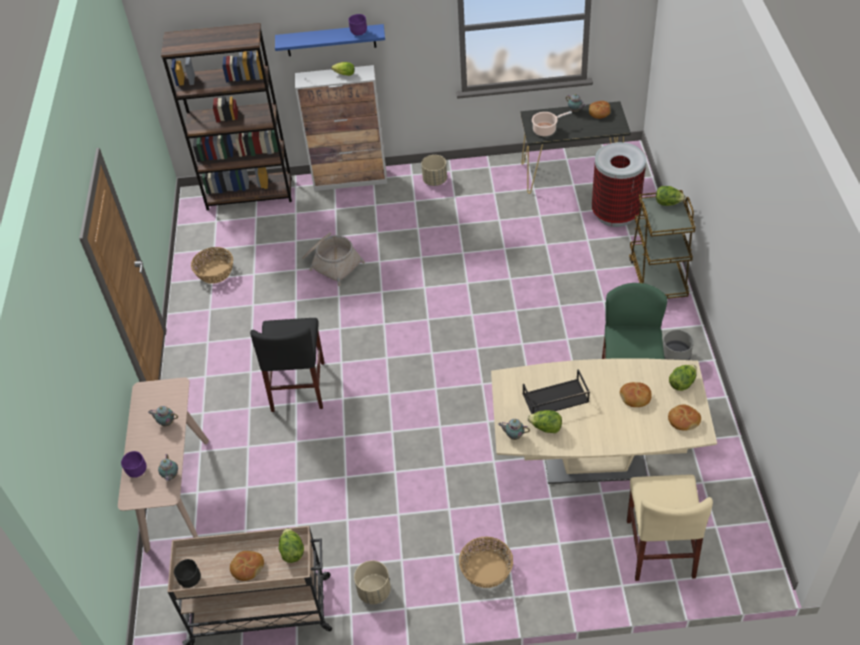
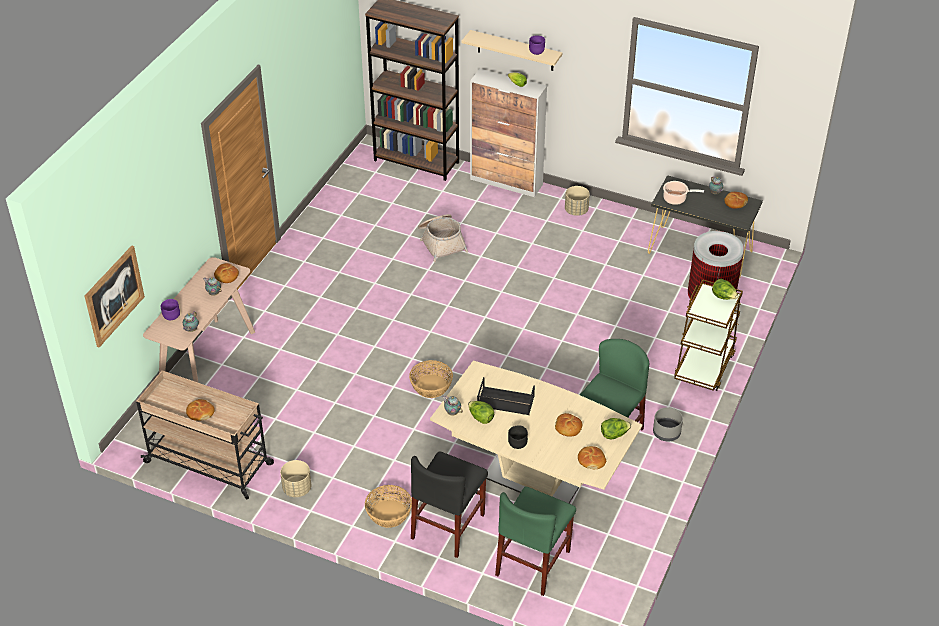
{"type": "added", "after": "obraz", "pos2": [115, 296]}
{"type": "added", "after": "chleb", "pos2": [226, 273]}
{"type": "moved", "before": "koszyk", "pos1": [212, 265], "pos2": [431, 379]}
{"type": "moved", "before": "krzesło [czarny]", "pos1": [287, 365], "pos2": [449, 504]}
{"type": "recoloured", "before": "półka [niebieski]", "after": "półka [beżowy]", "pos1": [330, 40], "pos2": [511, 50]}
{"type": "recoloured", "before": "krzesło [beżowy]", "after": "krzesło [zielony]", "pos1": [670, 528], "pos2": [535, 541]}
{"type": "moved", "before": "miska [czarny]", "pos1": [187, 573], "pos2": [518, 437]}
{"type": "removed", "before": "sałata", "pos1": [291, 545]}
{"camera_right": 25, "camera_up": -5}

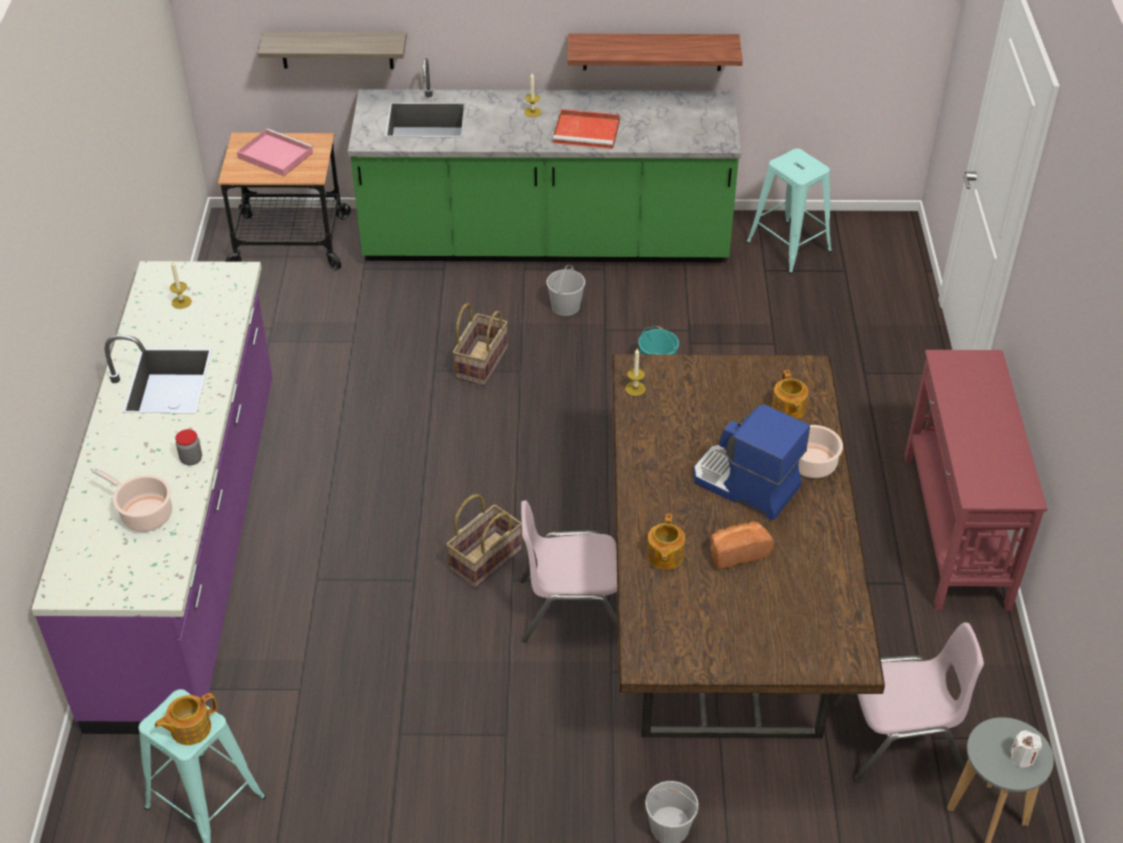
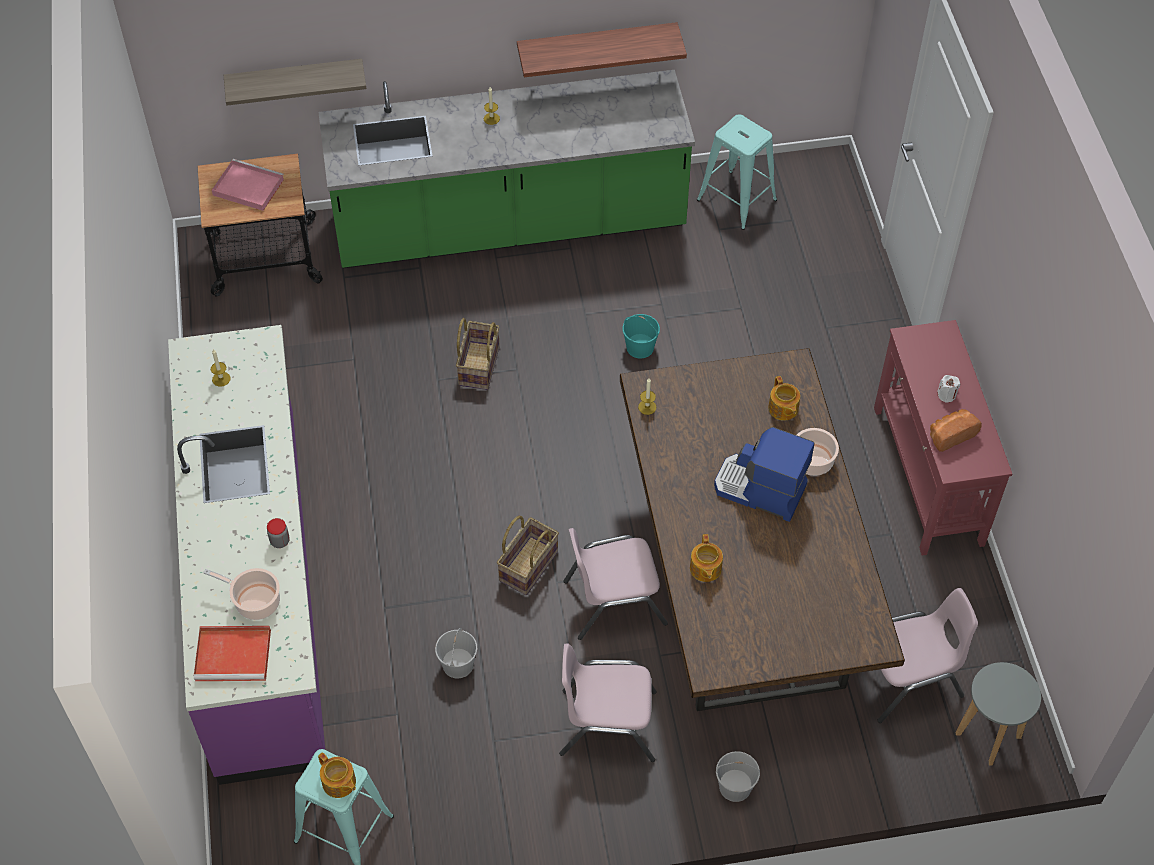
{"type": "moved", "before": "taca [czerwony]", "pos1": [586, 129], "pos2": [232, 653]}
{"type": "turned", "before": "imbryk", "pos1": [186, 719], "pos2": [337, 775], "turn": -90}
{"type": "moved", "before": "wiadro [biały]", "pos1": [565, 290], "pos2": [456, 653]}
{"type": "added", "after": "krzesło [różowy]", "pos2": [608, 703]}
{"type": "moved", "before": "chleb", "pos1": [742, 545], "pos2": [956, 430]}
{"type": "moved", "before": "świeca [biały]", "pos1": [1026, 749], "pos2": [948, 389]}
{"camera_right": -10, "camera_up": 10}

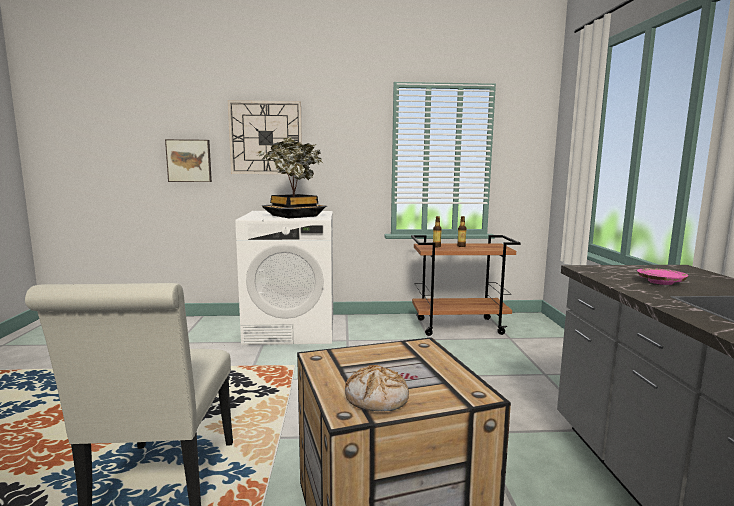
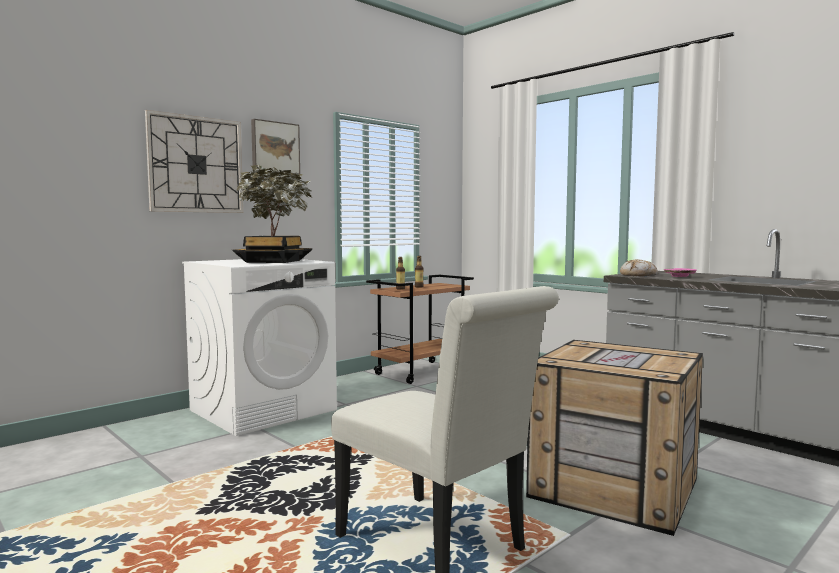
{"type": "moved", "before": "obraz", "pos1": [188, 160], "pos2": [275, 146]}
{"type": "moved", "before": "chleb", "pos1": [377, 388], "pos2": [639, 268]}
{"camera_right": -40, "camera_up": -5}

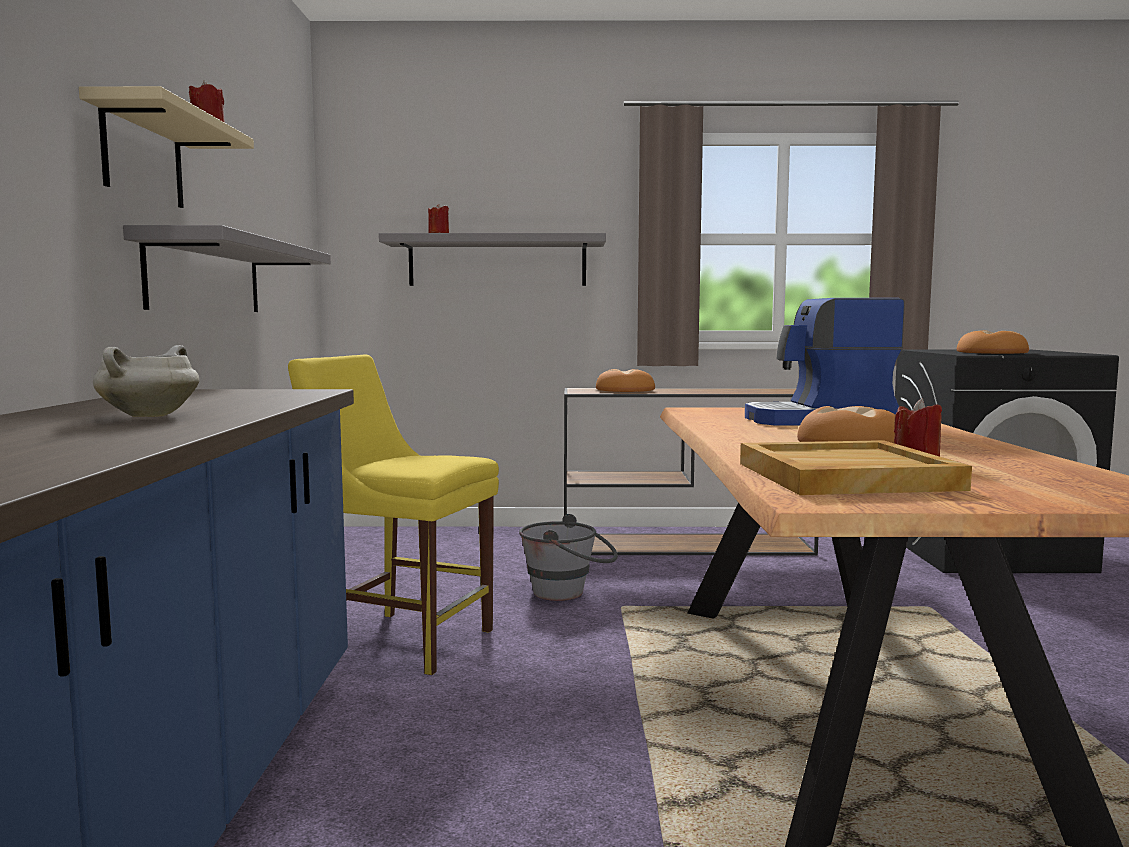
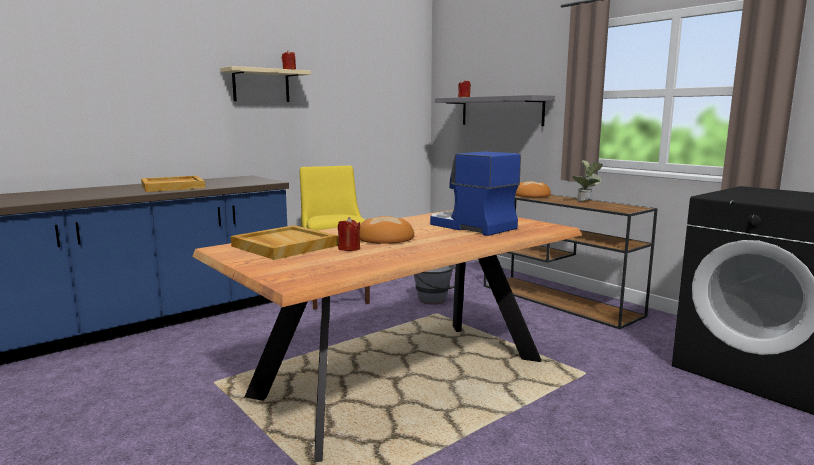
{"type": "replaced", "before": "garnek [biały]", "after": "taca [beżowy]", "pos1": [146, 381], "pos2": [173, 184]}
{"type": "added", "after": "roślina doniczkowa", "pos2": [587, 180]}
{"type": "removed", "before": "półka [szary]", "pos1": [227, 268]}
{"type": "removed", "before": "chleb", "pos1": [993, 342]}
{"camera_right": 50, "camera_up": 5}

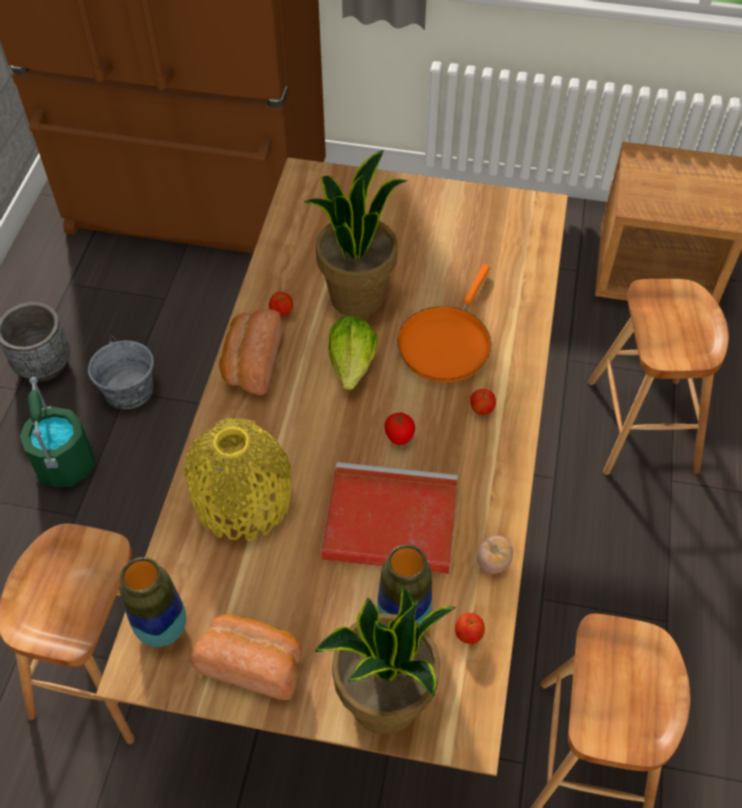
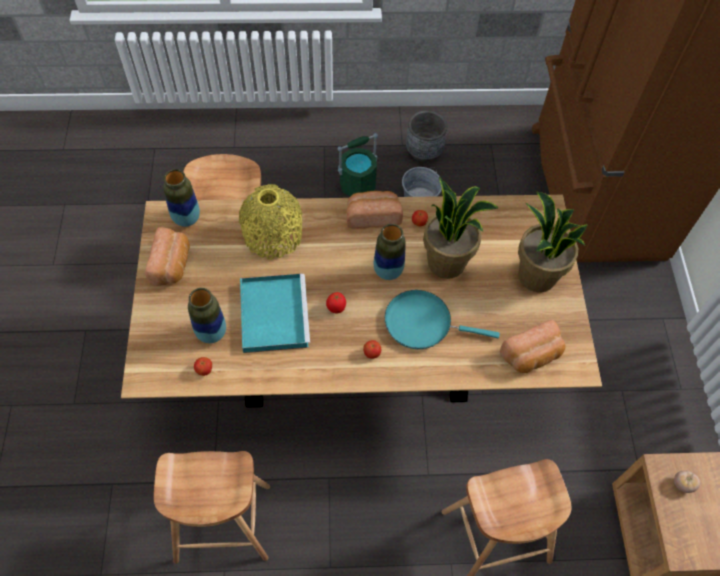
{"type": "recoloured", "before": "taca [czerwony]", "after": "taca [turkusowy]", "pos1": [389, 518], "pos2": [275, 313]}
{"type": "replaced", "before": "sałata", "after": "wazon", "pos1": [353, 353], "pos2": [390, 252]}
{"type": "recoloured", "before": "patelnia [pomarańczowy]", "after": "patelnia [turkusowy]", "pos1": [444, 323], "pos2": [442, 319]}
{"type": "added", "after": "chleb", "pos2": [532, 346]}
{"type": "moved", "before": "roślina doniczkowa", "pos1": [385, 660], "pos2": [553, 242]}
{"type": "moved", "before": "pomidor", "pos1": [495, 554], "pos2": [687, 481]}
{"camera_right": 75, "camera_up": 5}

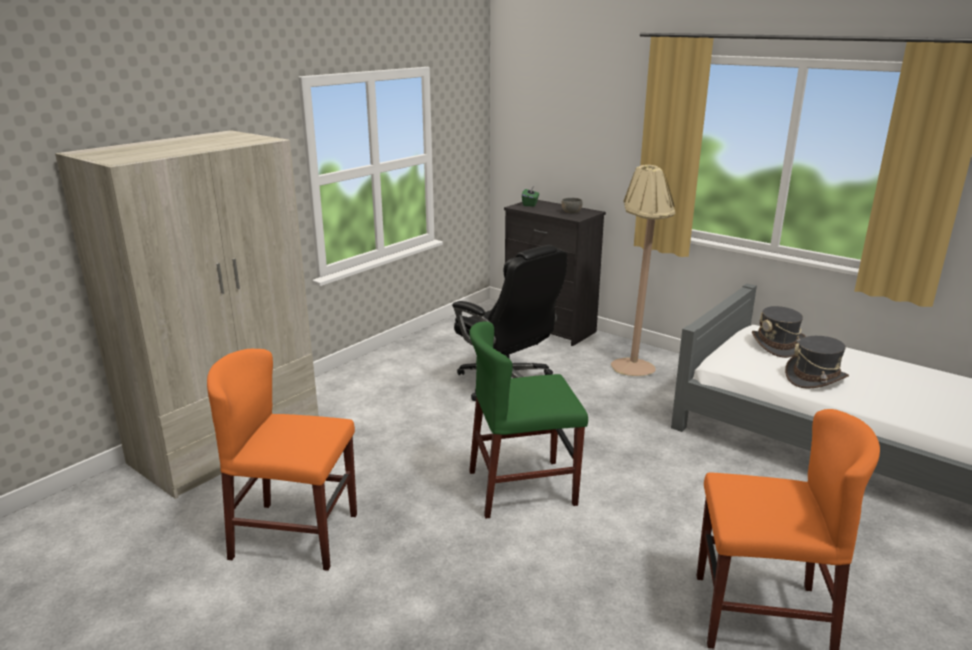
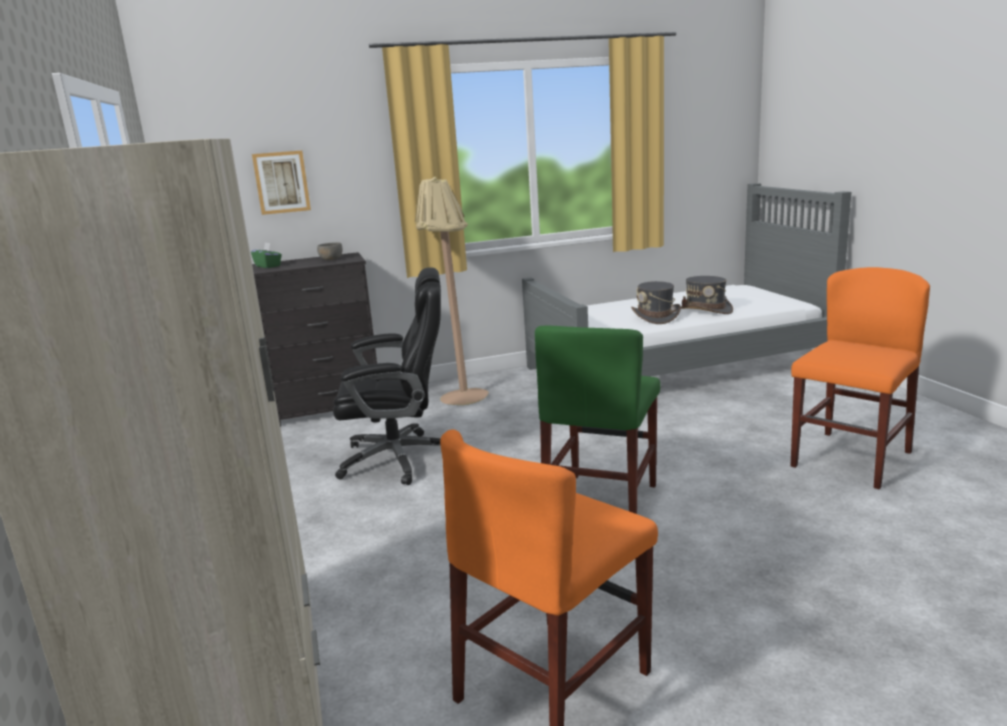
{"type": "added", "after": "obraz", "pos2": [281, 182]}
{"type": "moved", "before": "kapelusz [szary]", "pos1": [779, 332], "pos2": [707, 295]}
{"camera_right": -55, "camera_up": -5}

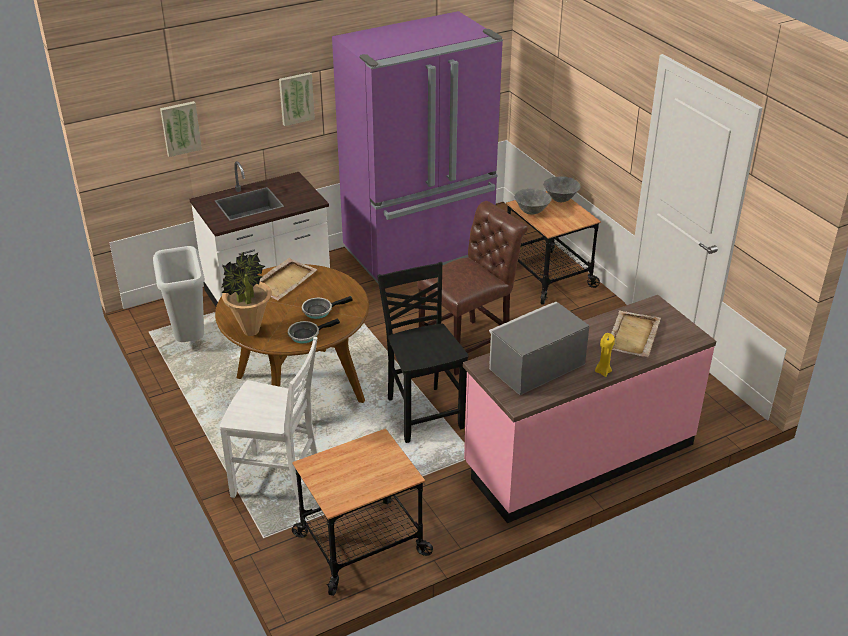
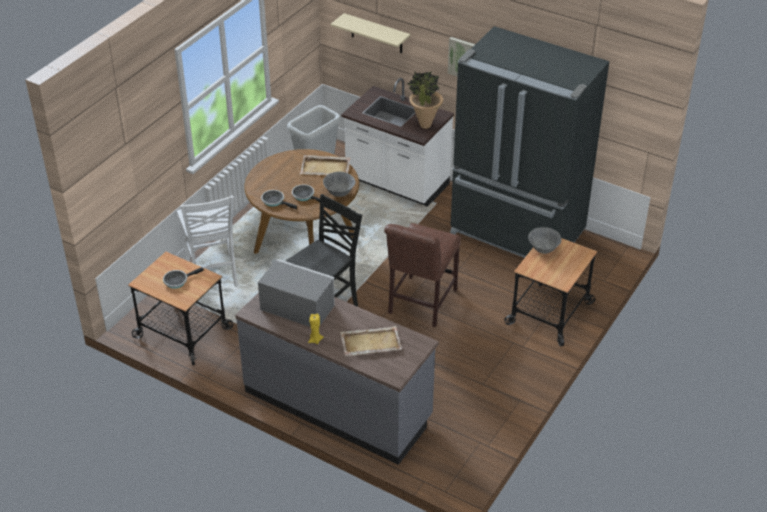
{"type": "added", "after": "patelnia", "pos2": [183, 278]}
{"type": "recoloured", "before": "zabudowa kuchenna [różowy]", "after": "zabudowa kuchenna [szary]", "pos1": [589, 409], "pos2": [337, 378]}
{"type": "moved", "before": "miska [szary]", "pos1": [562, 189], "pos2": [339, 184]}
{"type": "replaced", "before": "obraz", "after": "półka [beżowy]", "pos1": [181, 129], "pos2": [370, 33]}
{"type": "turned", "before": "krzesło [brązowy]", "pos1": [472, 288], "pos2": [422, 275], "turn": 90}
{"type": "moved", "before": "roślina doniczkowa", "pos1": [246, 293], "pos2": [425, 100]}
{"type": "recoloured", "before": "lodówka [fioletowy]", "after": "lodówka [czarny]", "pos1": [417, 147], "pos2": [529, 142]}
{"camera_right": 60, "camera_up": 5}

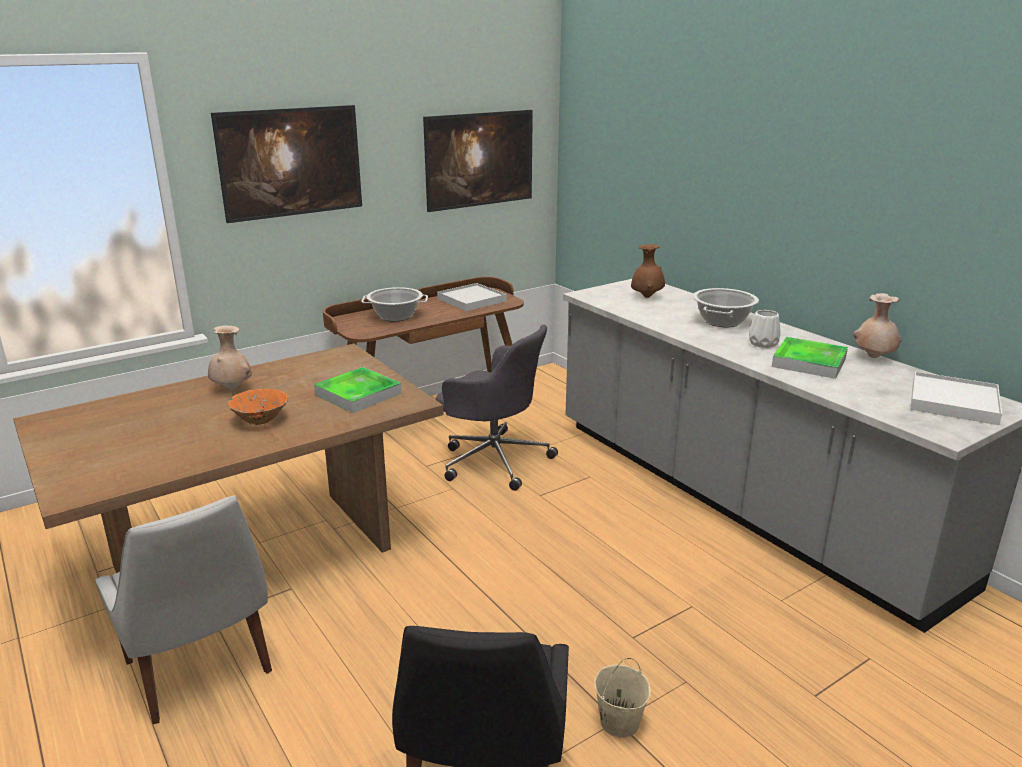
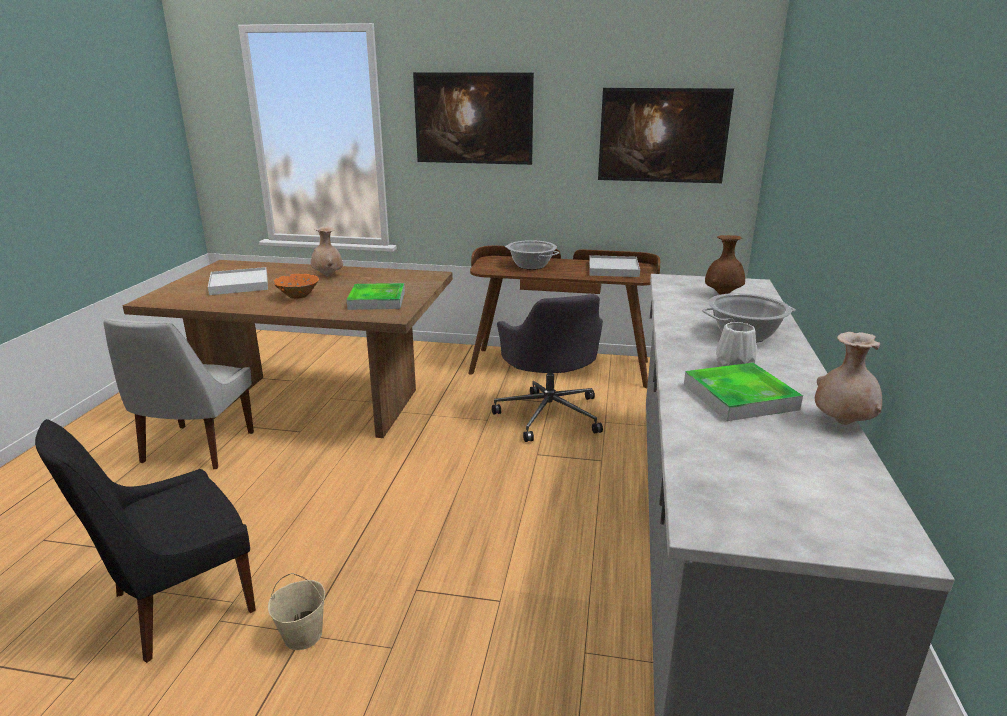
{"type": "moved", "before": "taca [biały]", "pos1": [956, 398], "pos2": [238, 281]}
{"camera_right": 45, "camera_up": 0}

